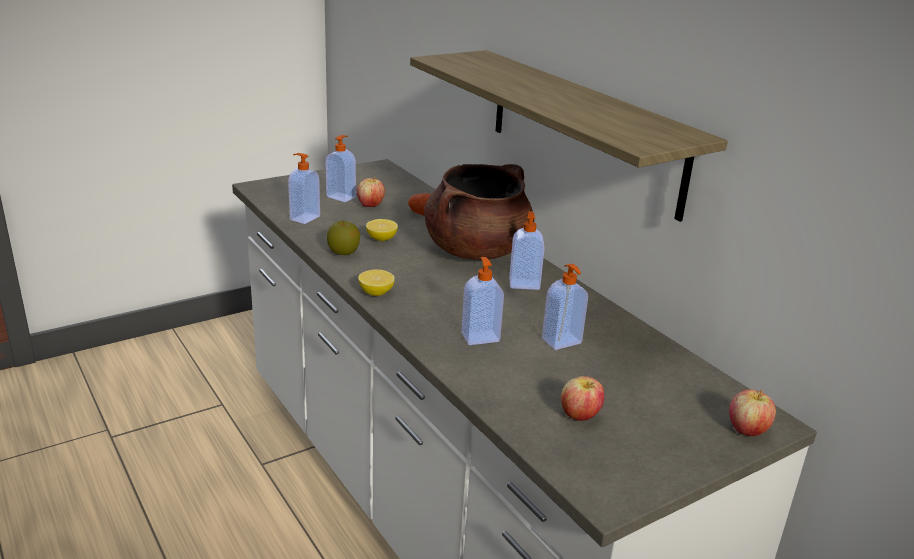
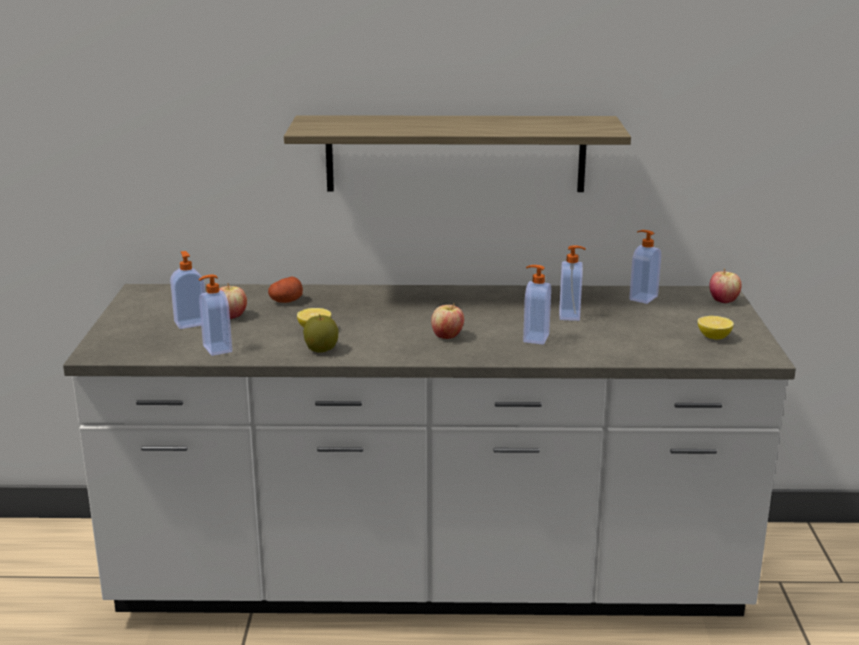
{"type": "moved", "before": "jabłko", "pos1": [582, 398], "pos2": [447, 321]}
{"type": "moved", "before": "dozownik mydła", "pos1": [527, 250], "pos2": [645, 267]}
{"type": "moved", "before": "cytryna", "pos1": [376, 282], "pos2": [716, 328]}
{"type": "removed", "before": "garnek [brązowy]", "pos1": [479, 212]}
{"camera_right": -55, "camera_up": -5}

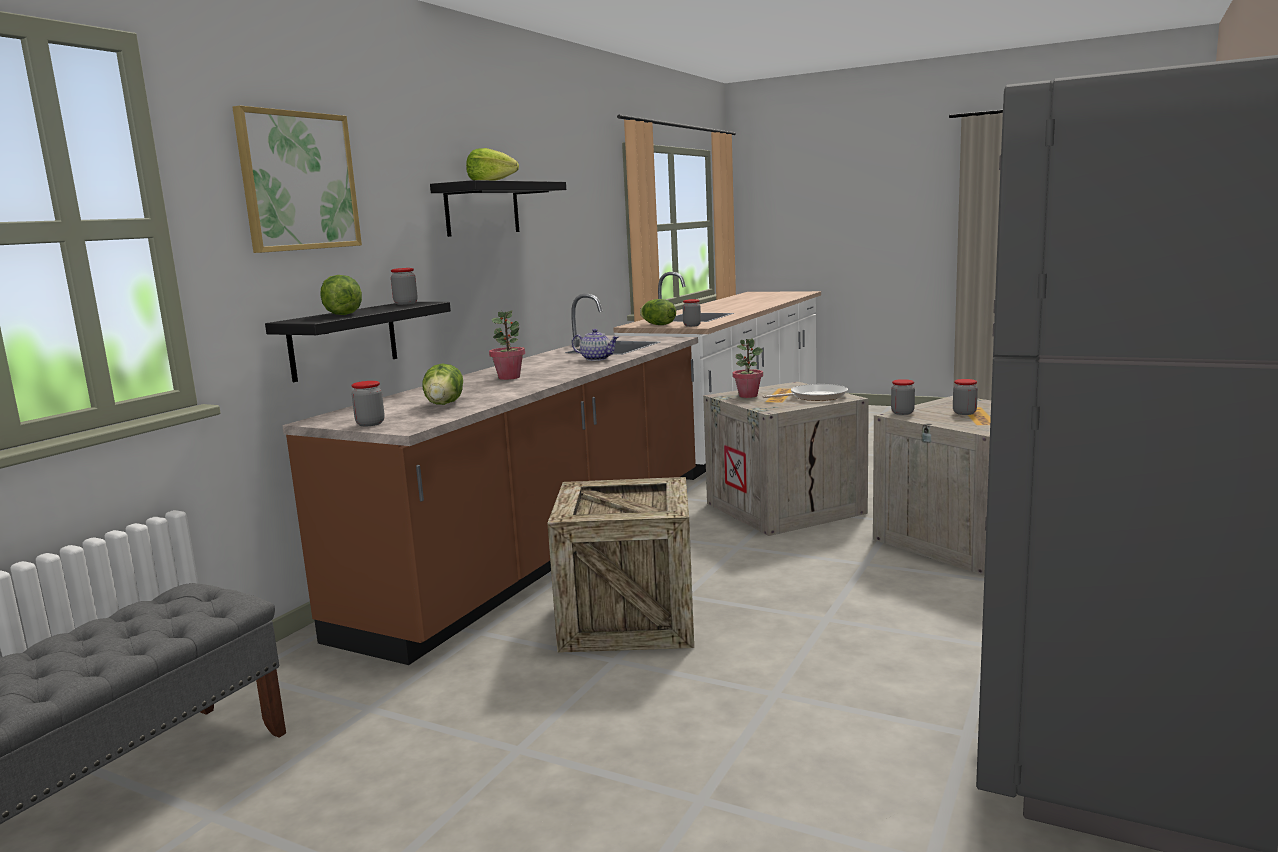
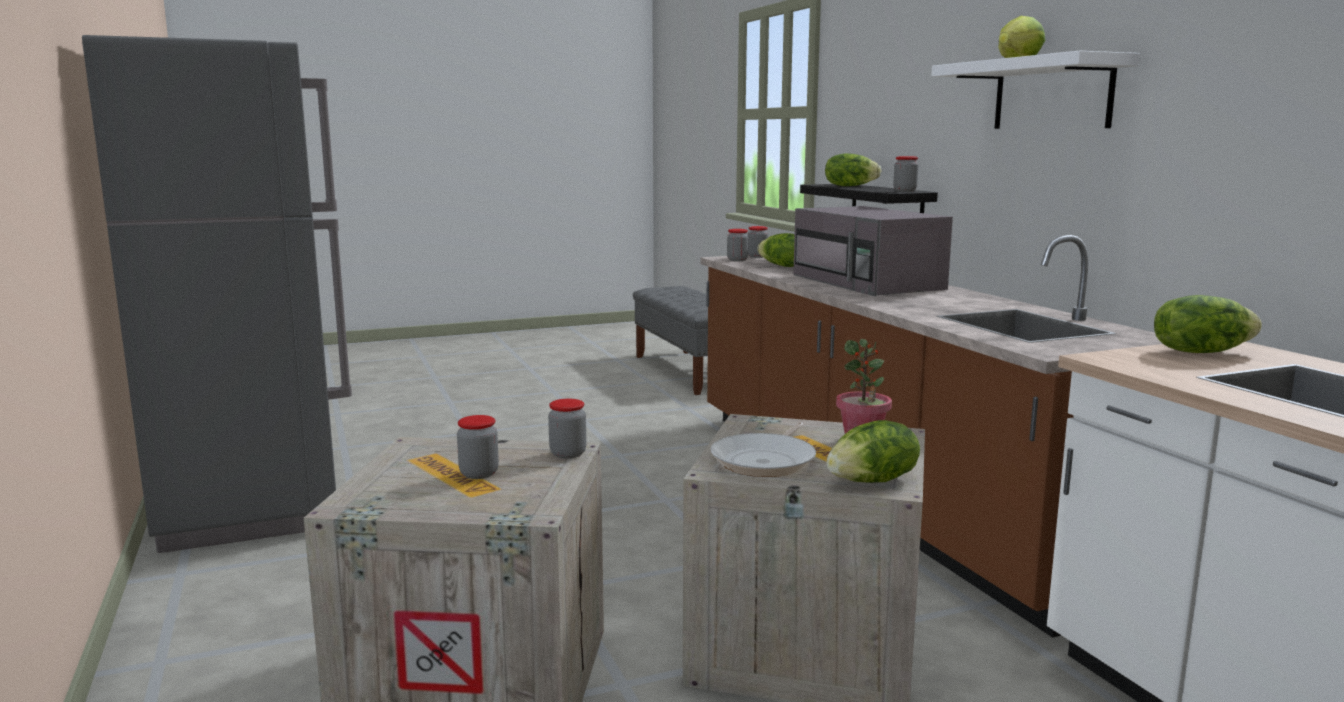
{"type": "moved", "before": "słoik", "pos1": [692, 313], "pos2": [738, 245]}
{"type": "replaced", "before": "roślina doniczkowa", "after": "mikrofalówka [szary]", "pos1": [507, 345], "pos2": [873, 251]}
{"type": "added", "after": "sałata", "pos2": [873, 451]}
{"type": "recoloured", "before": "półka [czarny]", "after": "półka [biały]", "pos1": [498, 208], "pos2": [1035, 90]}
{"type": "removed", "before": "obraz", "pos1": [297, 179]}
{"type": "removed", "before": "skrzynka", "pos1": [620, 565]}
{"type": "removed", "before": "imbryk", "pos1": [595, 345]}
{"camera_right": 130, "camera_up": 0}

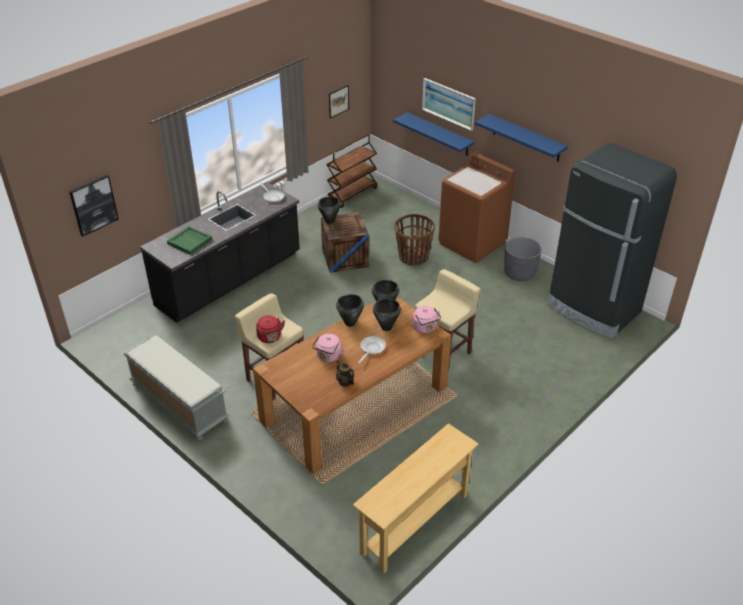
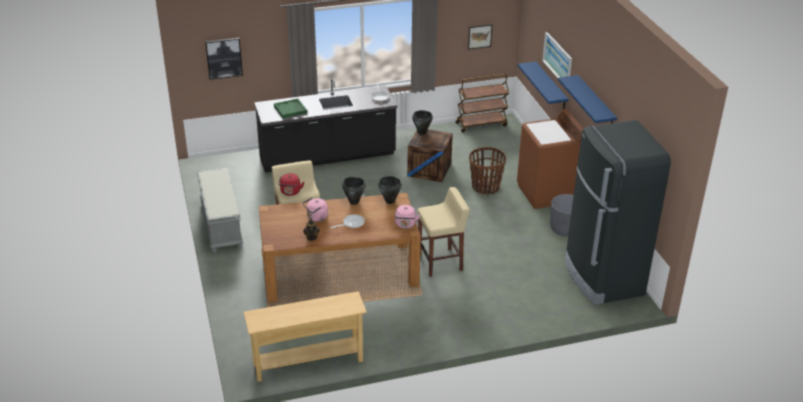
{"type": "removed", "before": "garnek [czarny]", "pos1": [387, 315]}
{"camera_right": 30, "camera_up": -5}

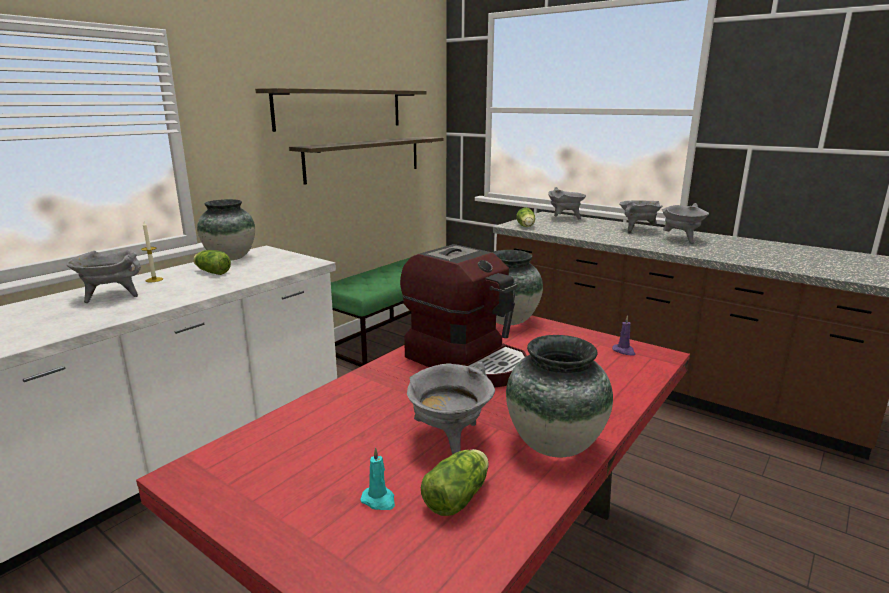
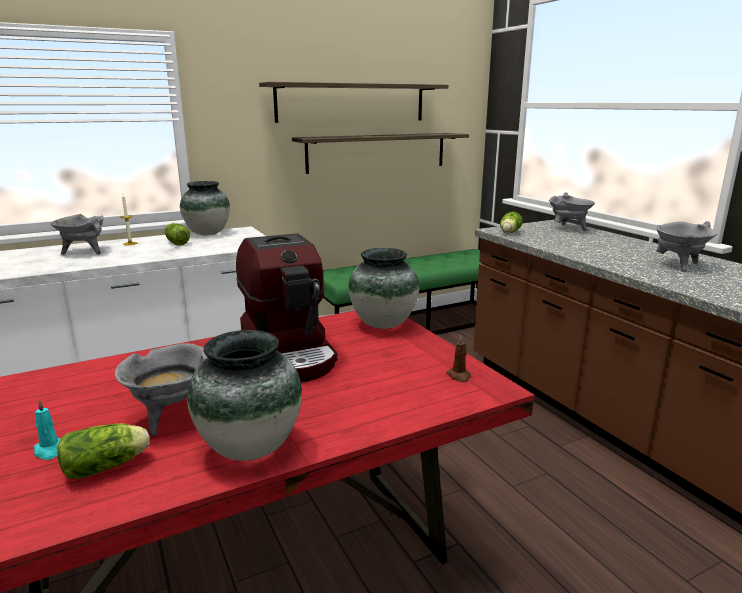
{"type": "recoloured", "before": "świeca [fioletowy]", "after": "świeca [brązowy]", "pos1": [624, 335], "pos2": [458, 358]}
{"type": "removed", "before": "garnek [szary]", "pos1": [641, 217]}
{"camera_right": 25, "camera_up": 0}

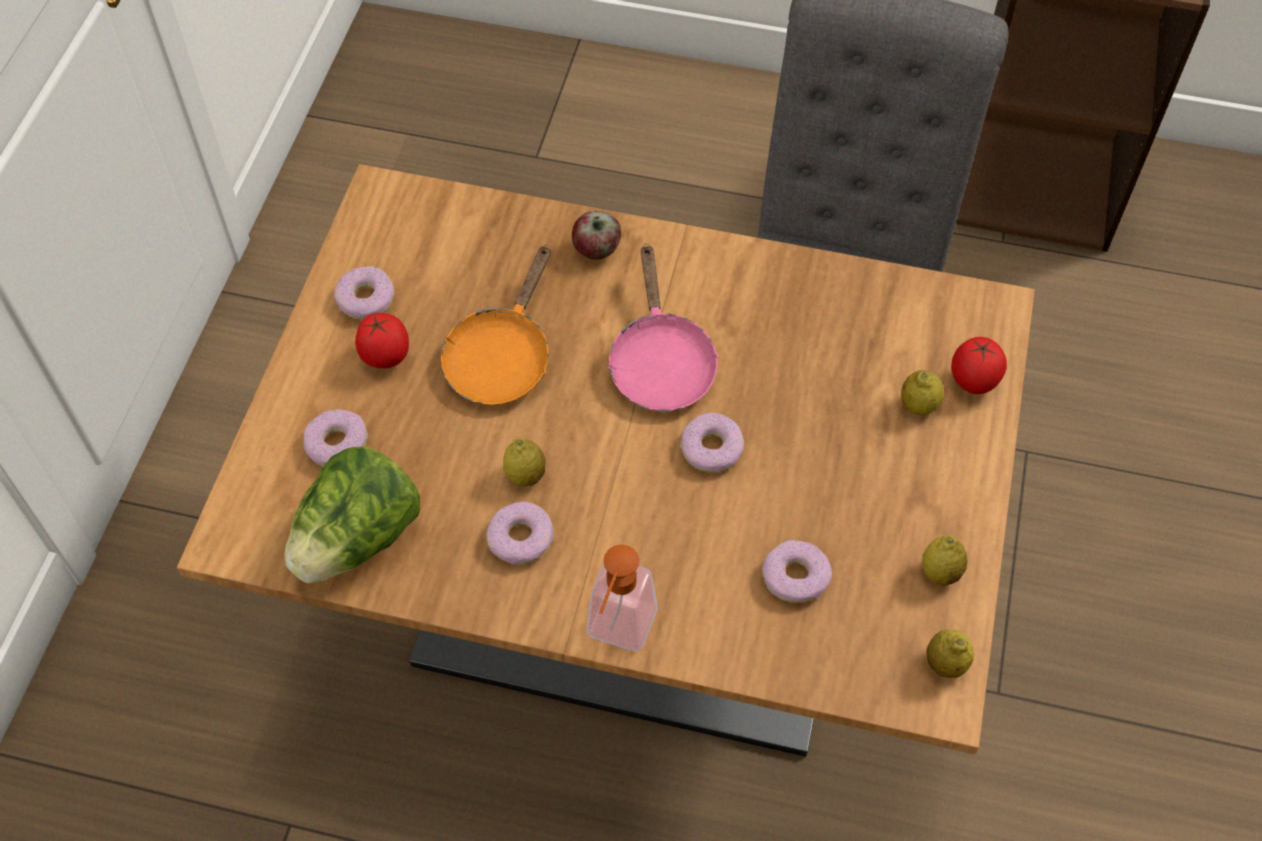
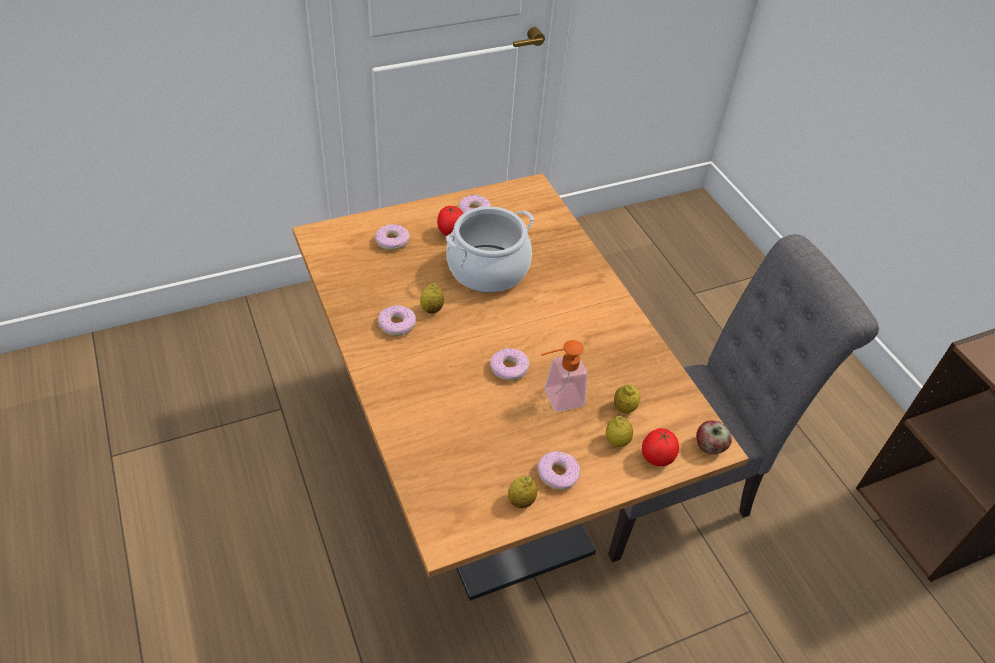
{"type": "replaced", "before": "patelnia [pomarańczowy]", "after": "garnek", "pos1": [496, 325], "pos2": [490, 249]}
{"type": "moved", "before": "donut", "pos1": [797, 571], "pos2": [558, 470]}
{"type": "moved", "before": "dozownik mydła", "pos1": [622, 598], "pos2": [564, 375]}
{"type": "moved", "before": "cytryna", "pos1": [950, 653], "pos2": [627, 398]}
{"type": "moved", "before": "jabłko", "pos1": [596, 235], "pos2": [714, 437]}
{"type": "removed", "before": "sałata", "pos1": [352, 514]}
{"type": "removed", "before": "patelnia [różowy]", "pos1": [663, 328]}
{"camera_right": 50, "camera_up": -10}

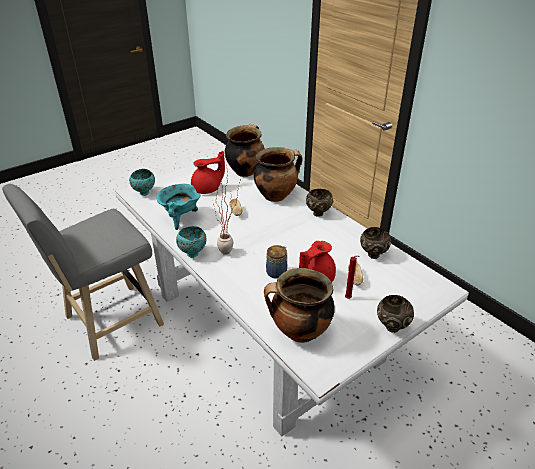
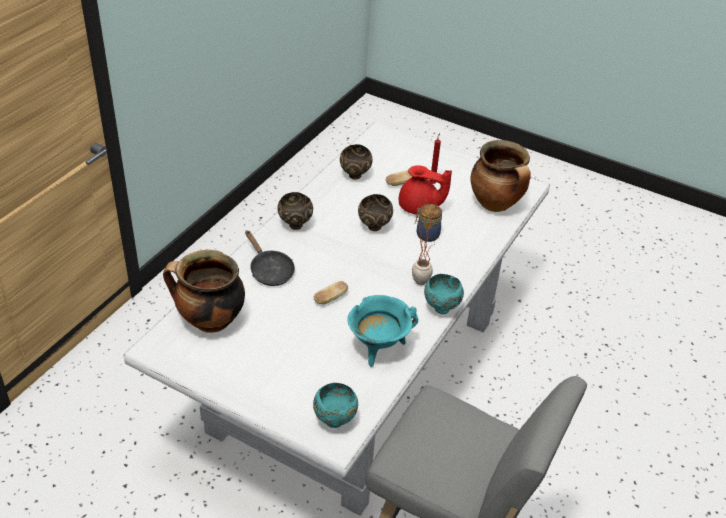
{"type": "replaced", "before": "garnek", "after": "patelnia [czarny]", "pos1": [278, 174], "pos2": [270, 258]}
{"type": "moved", "before": "miska [brązowy]", "pos1": [395, 314], "pos2": [375, 212]}
{"type": "removed", "before": "imbryk [czerwony]", "pos1": [208, 172]}
{"camera_right": -115, "camera_up": 5}

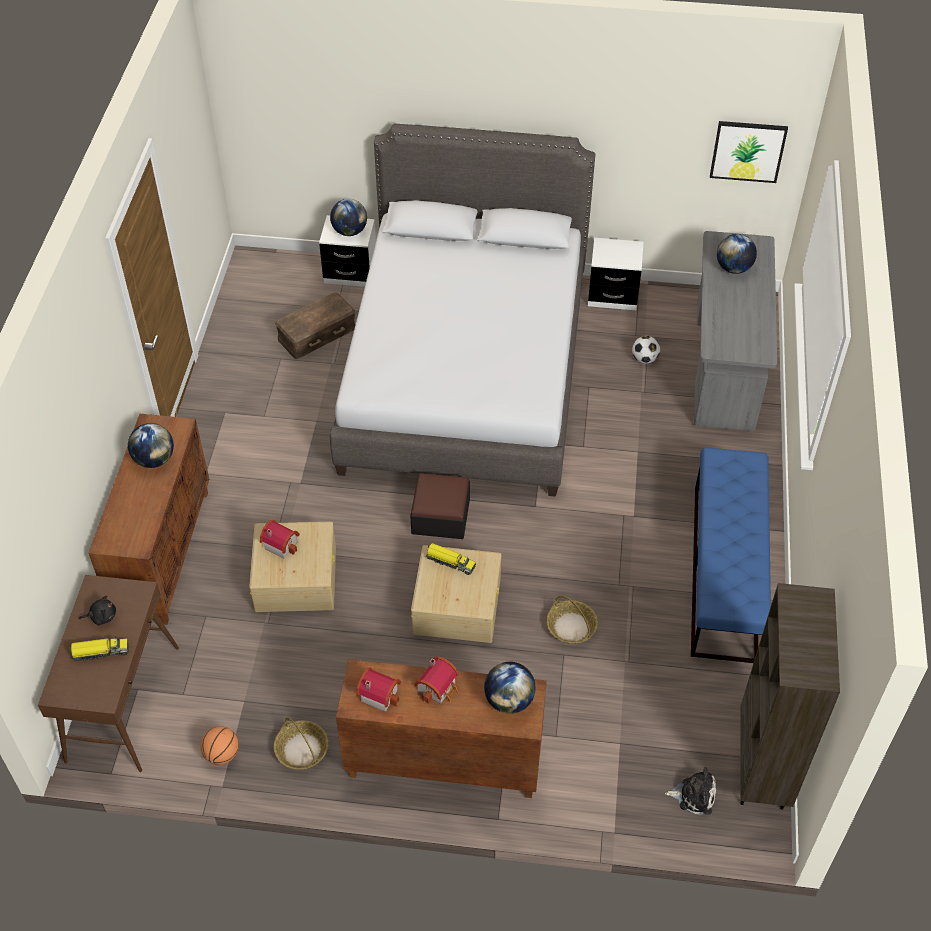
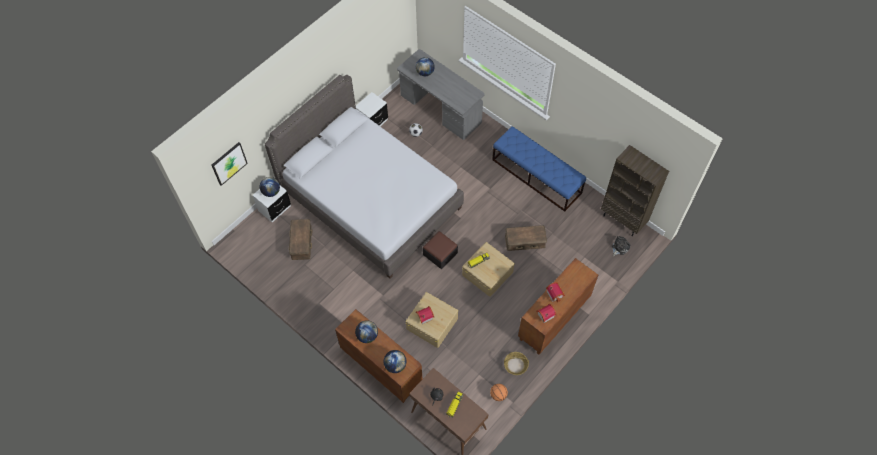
{"type": "moved", "before": "obraz", "pos1": [749, 152], "pos2": [230, 164]}
{"type": "moved", "before": "globus", "pos1": [510, 688], "pos2": [395, 361]}
{"type": "replaced", "before": "koszyk", "after": "pojemnik do przechowywania [brązowy]", "pos1": [572, 619], "pos2": [526, 238]}
{"camera_right": -55, "camera_up": 10}

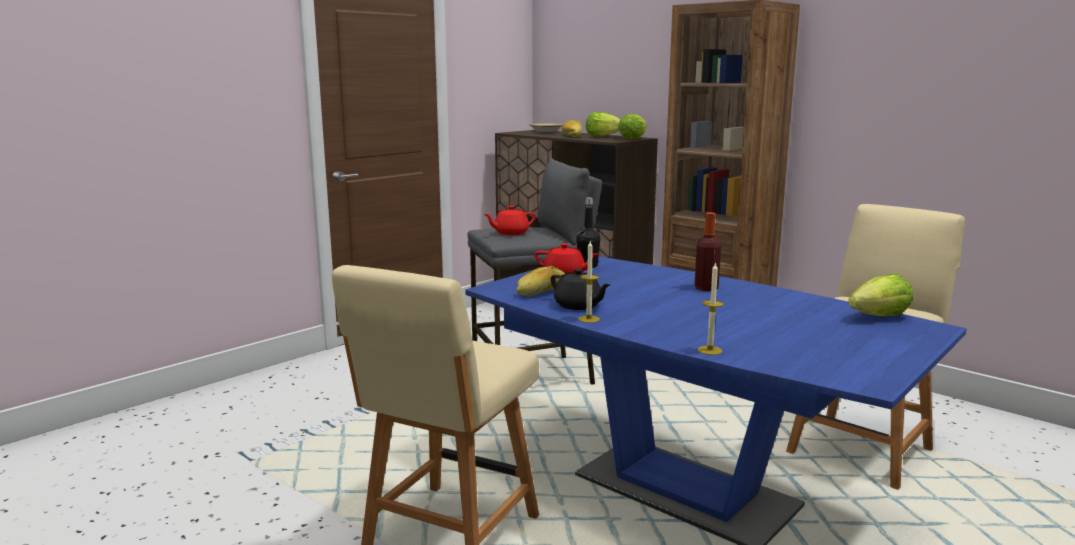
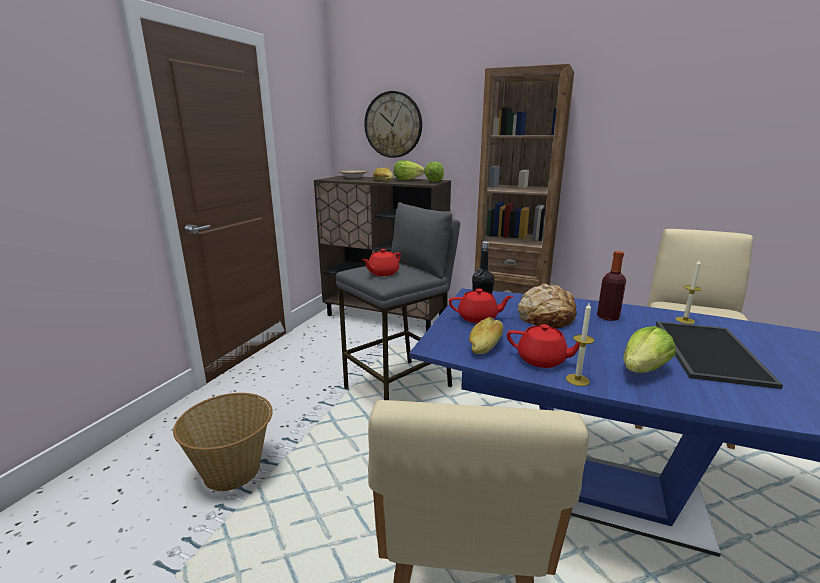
{"type": "added", "after": "koszyk", "pos2": [223, 442]}
{"type": "added", "after": "zegar ścienny", "pos2": [393, 124]}
{"type": "recoloured", "before": "imbryk [czarny]", "after": "imbryk [czerwony]", "pos1": [580, 289], "pos2": [543, 346]}
{"type": "added", "after": "chleb", "pos2": [547, 306]}
{"type": "moved", "before": "sałata", "pos1": [880, 295], "pos2": [649, 349]}
{"type": "added", "after": "taca", "pos2": [719, 355]}
{"type": "moved", "before": "świeca", "pos1": [711, 308], "pos2": [689, 291]}
{"camera_right": -20, "camera_up": 5}

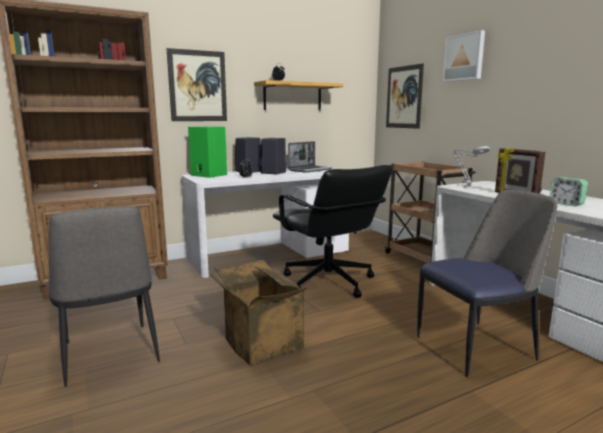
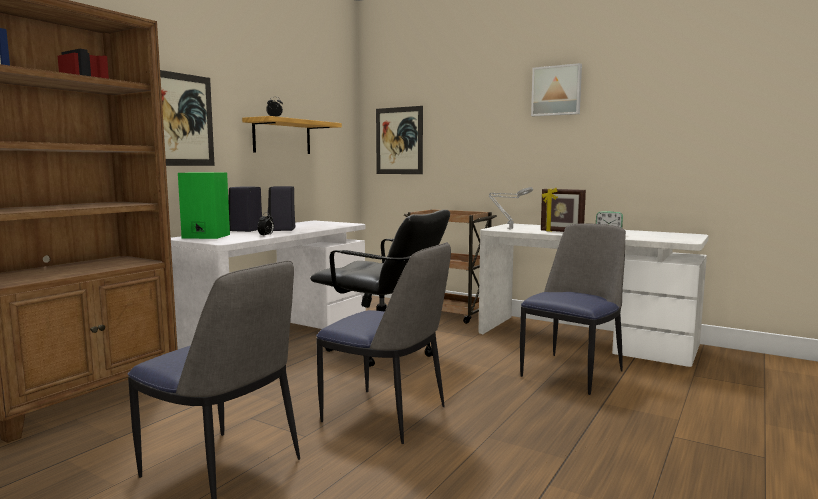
{"type": "replaced", "before": "karton", "after": "krzesło", "pos1": [263, 312], "pos2": [383, 343]}
{"type": "moved", "before": "obraz", "pos1": [464, 56], "pos2": [556, 89]}
{"type": "removed", "before": "laptop", "pos1": [310, 157]}
{"camera_right": -30, "camera_up": -5}

